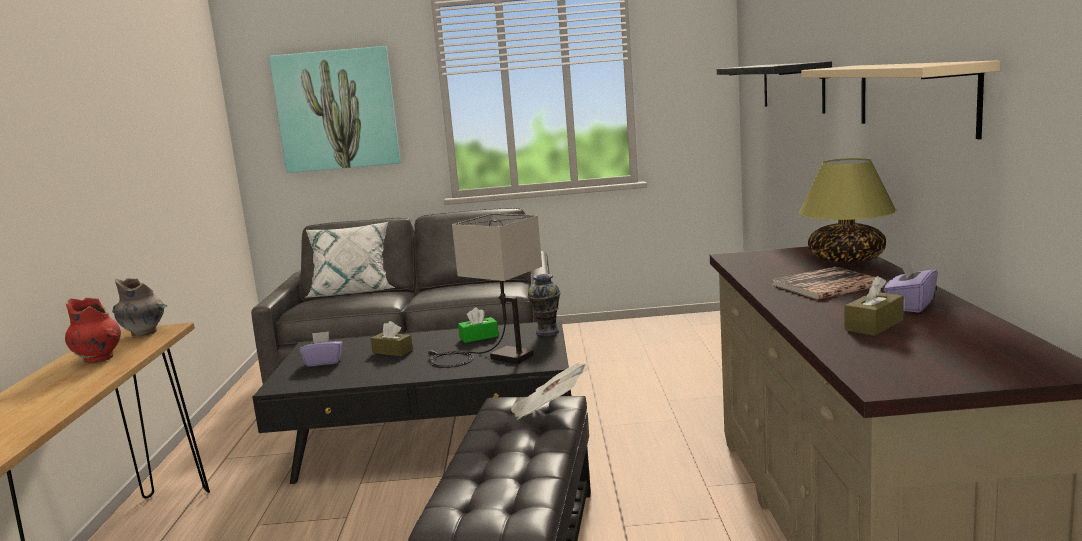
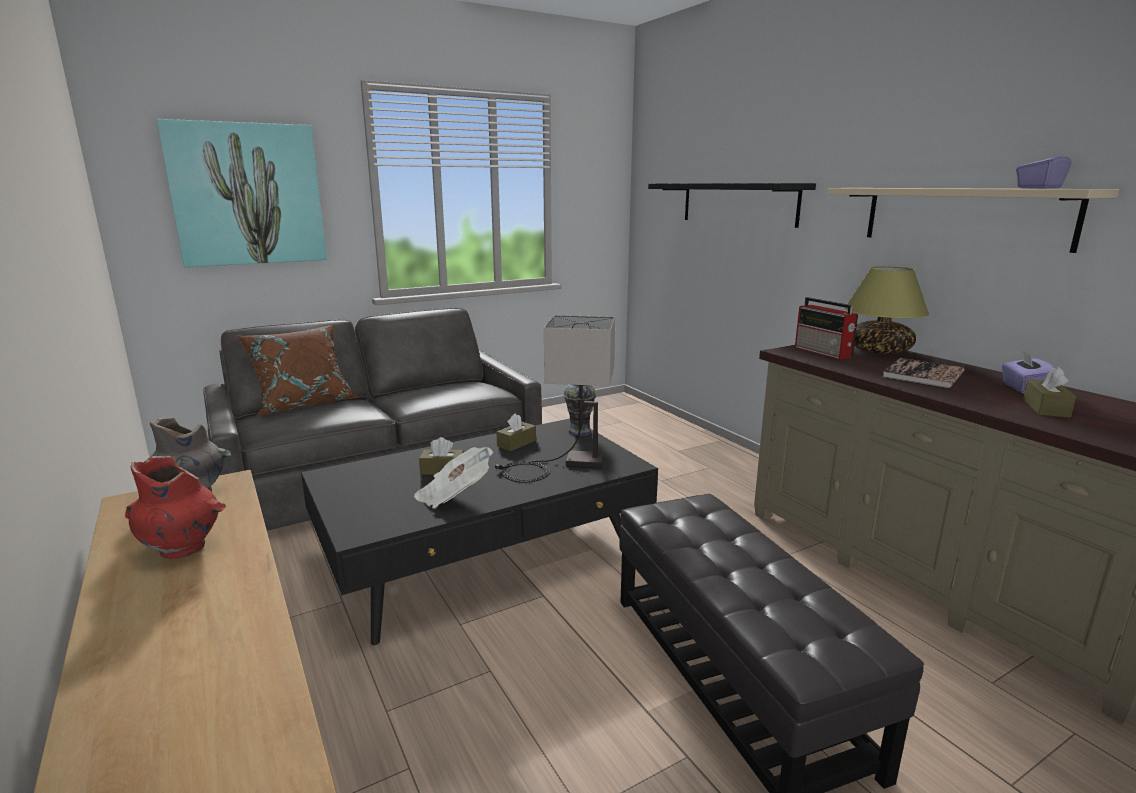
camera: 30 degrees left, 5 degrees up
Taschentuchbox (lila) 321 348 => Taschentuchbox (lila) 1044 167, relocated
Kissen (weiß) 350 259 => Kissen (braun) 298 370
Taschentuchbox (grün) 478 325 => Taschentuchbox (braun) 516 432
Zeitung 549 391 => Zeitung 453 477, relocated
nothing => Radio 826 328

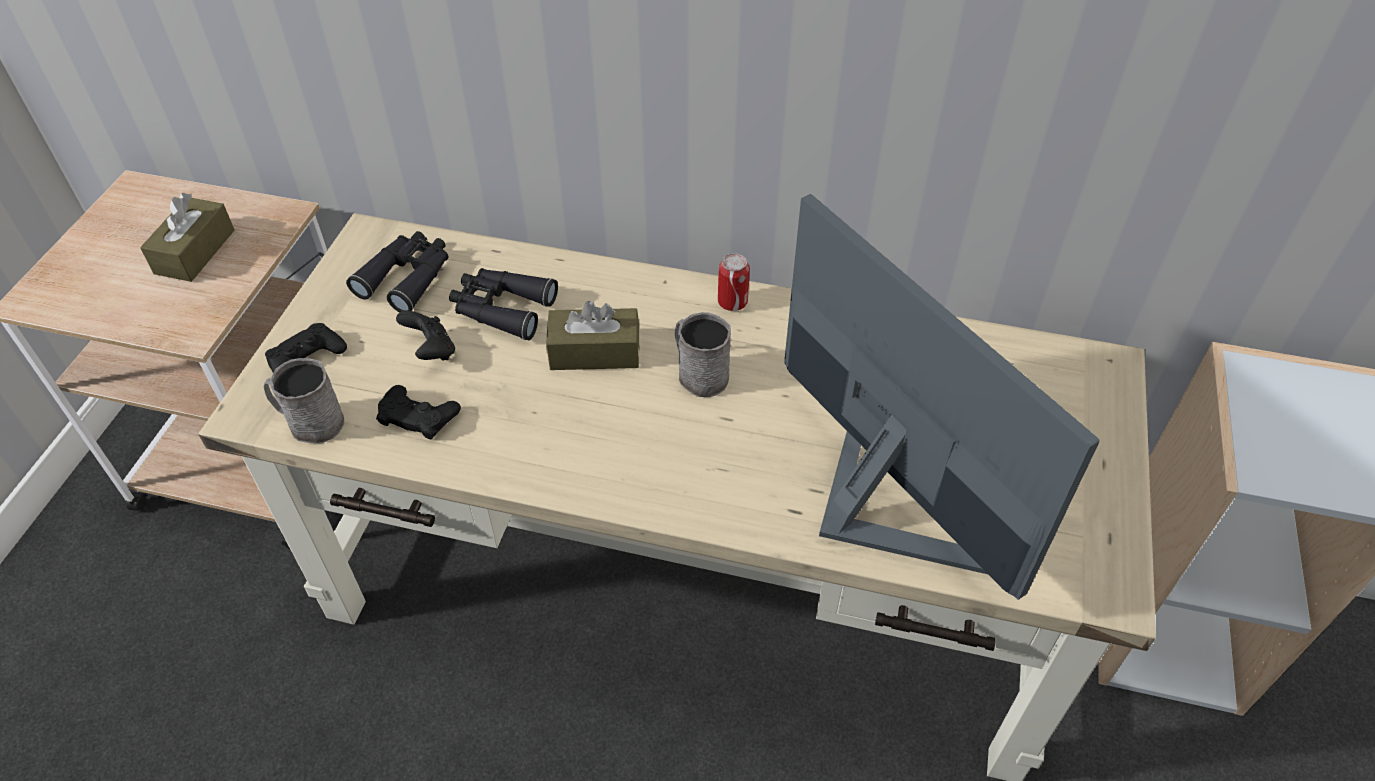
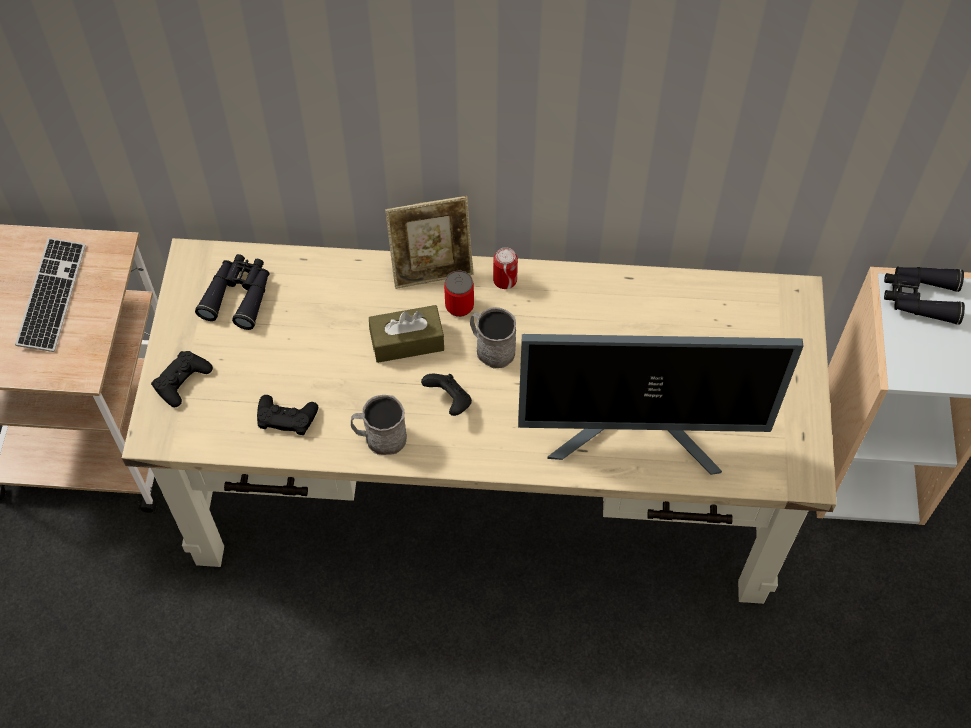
camera: 10 degrees left, 10 degrees up
Taschentuchbox (braun) 187 237 => Tastatur 50 295
Henkelbecher (grau) 304 400 => Henkelbecher (grau) 379 425, relocated
Gamepad (schwarz) 425 335 => Gamepad (schwarz) 446 395, relocated
Fernglas (schwarz) 503 304 => Fernglas (schwarz) 924 295, relocated
Monitor 942 397 => Monitor 660 404, 135 degrees clockwise
nothing => Bilderrahmen 429 242
nothing => Dose 459 293

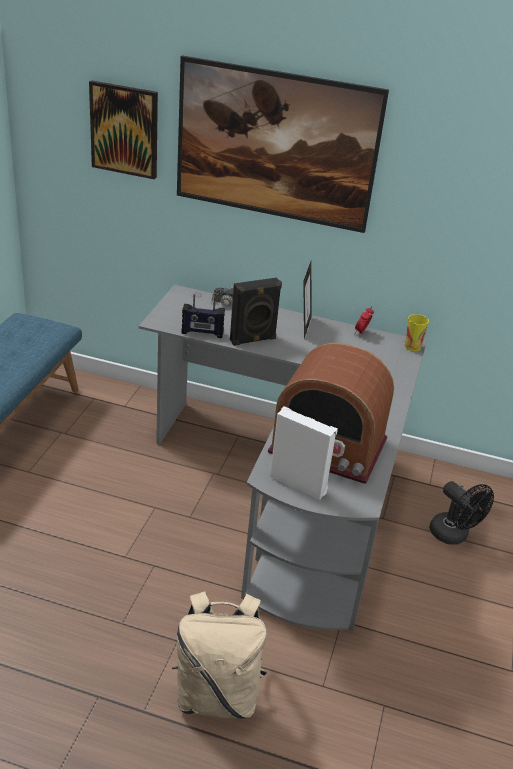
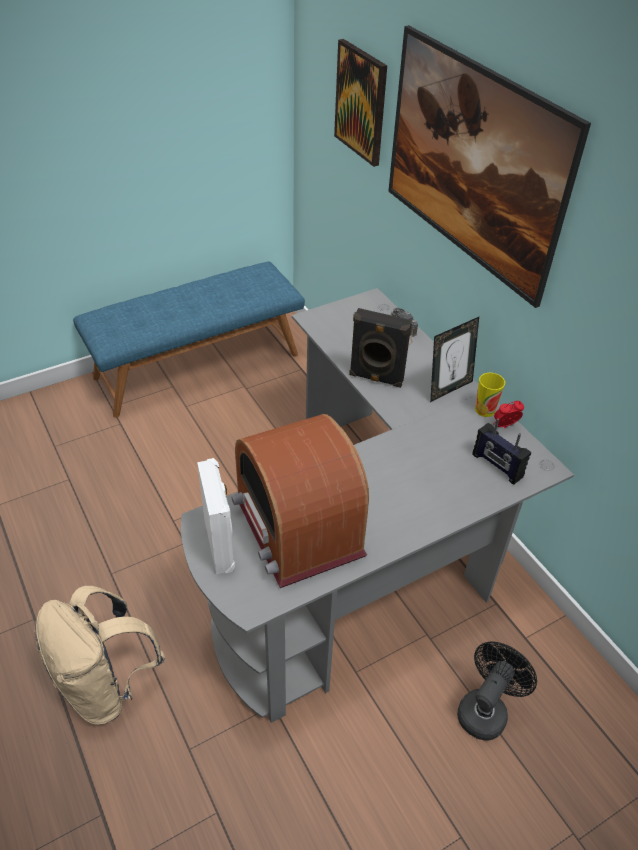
camera: 45 degrees right, 10 degrees up
Radio 203 316 => Radio 501 452, relocated
Tasse 417 332 => Tasse 490 395, relocated
Ventilator (schwarz) 461 513 => Ventilator (schwarz) 497 691, 150 degrees counterclockwise

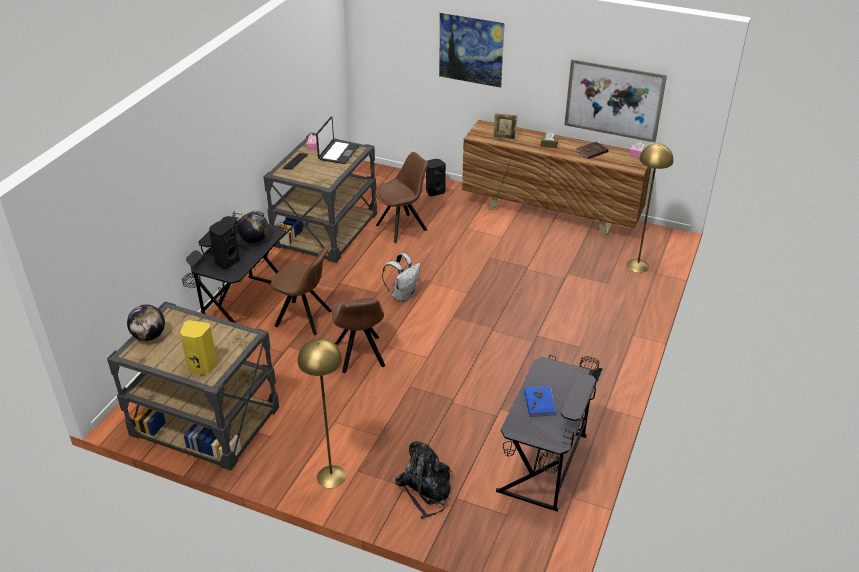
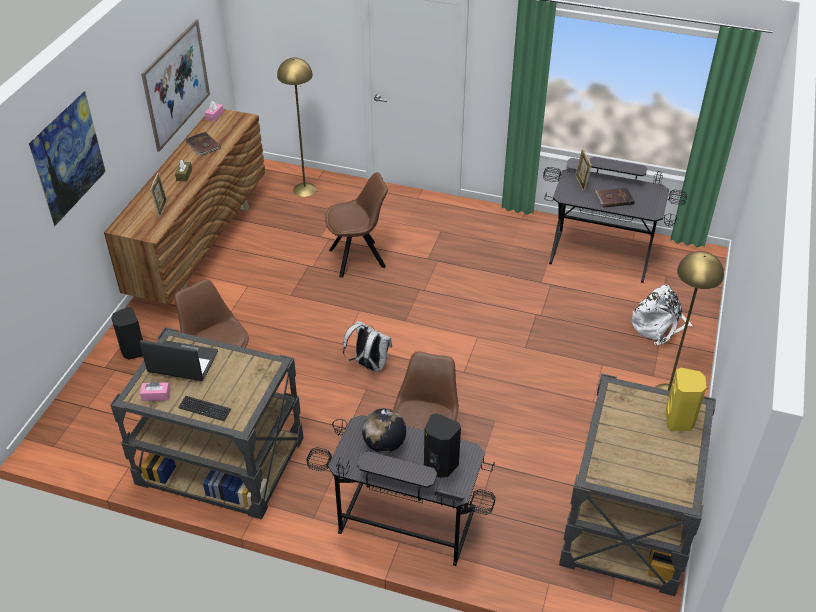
camera: 95 degrees left, 5 degrees up
Globus 146 323 => nothing
Stuhl (braun) 358 335 => Stuhl (braun) 356 225, relocated
Rucksack (schwarz) 424 480 => Rucksack (weiß) 662 315
Buch (blau) 540 401 => Buch (braun) 615 197
nothing => Bilderrahmen 583 170

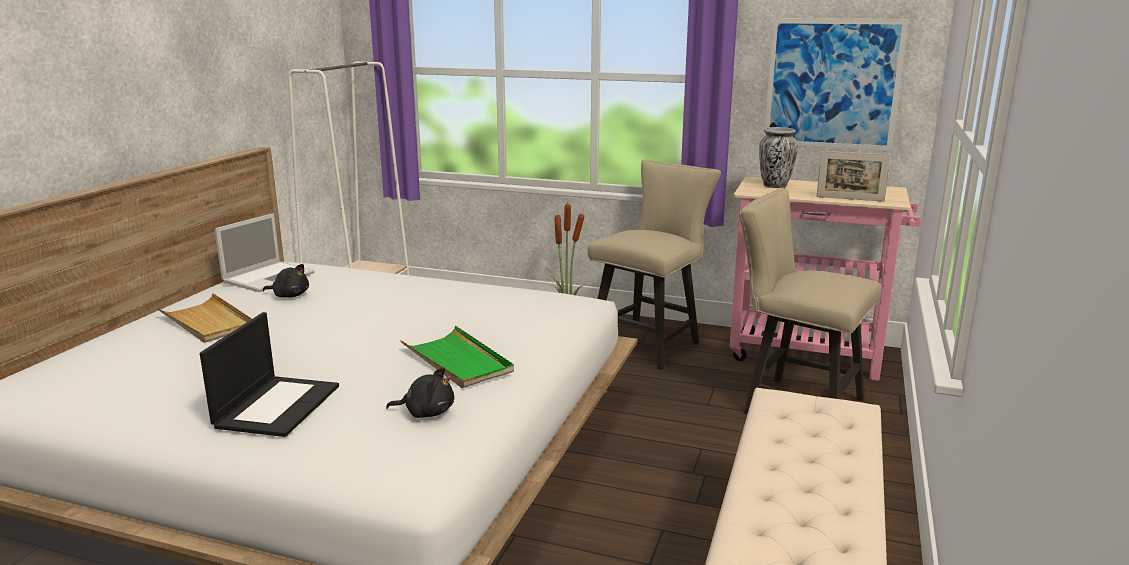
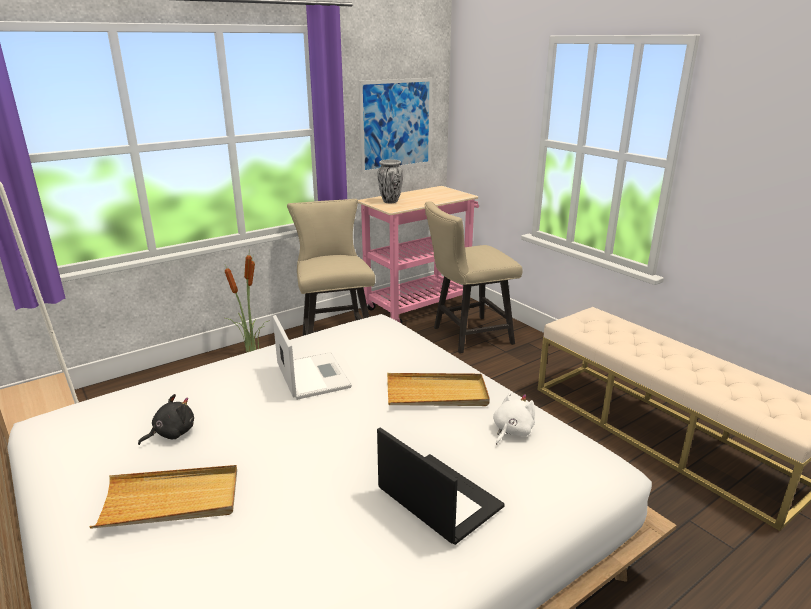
camera: 55 degrees left, 5 degrees up
Laptop 264 252 => Laptop 312 357, relocated
Plüschtier (schwarz) 420 393 => Plüschtier (weiß) 514 418
Tablett (grün) 457 357 => Tablett (beige) 438 389
Bilderrahmen 854 176 => nothing

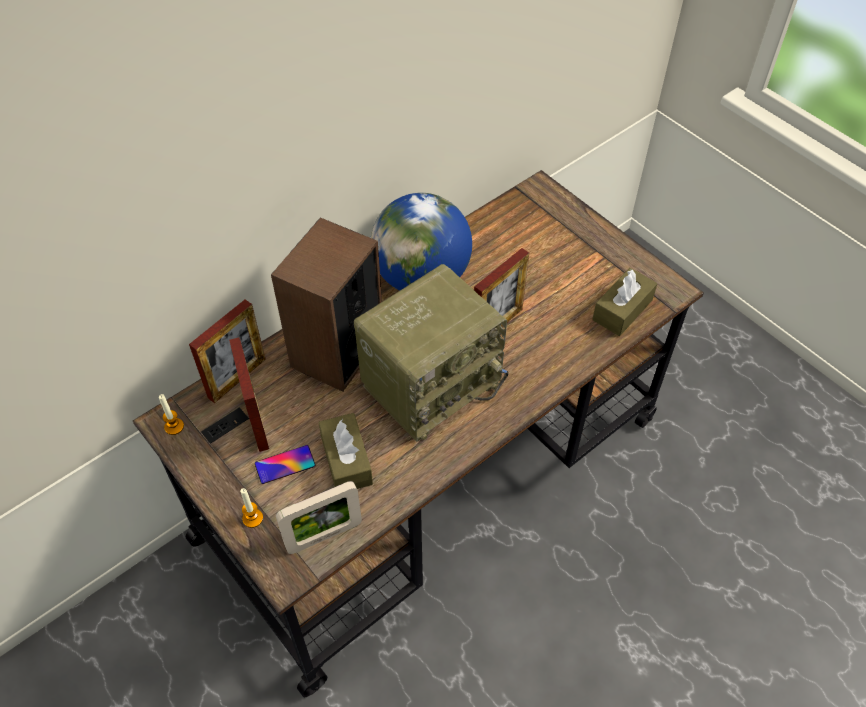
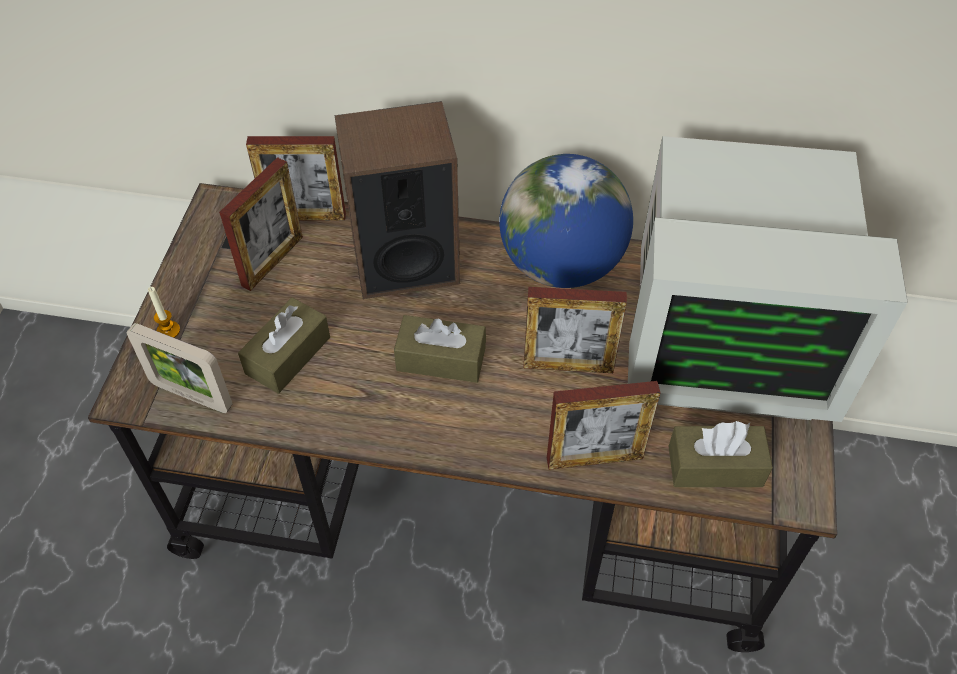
camera: 50 degrees right, 0 degrees up
Kerze 171 414 => nothing
Handy 285 464 => nothing
Radio 431 353 => Taschentuchbox (braun) 440 349
nothing => Bilderrahmen 603 425
nothing => Monitor 768 279

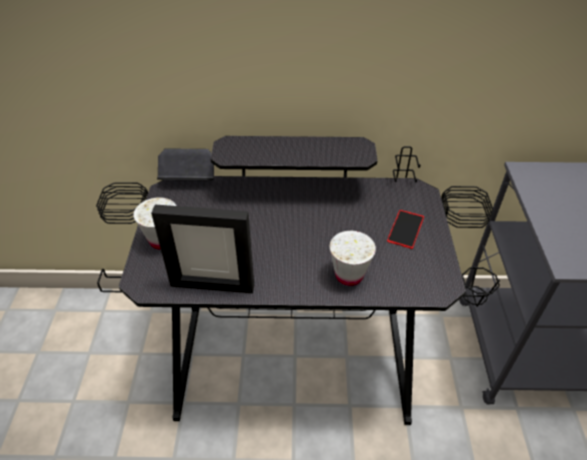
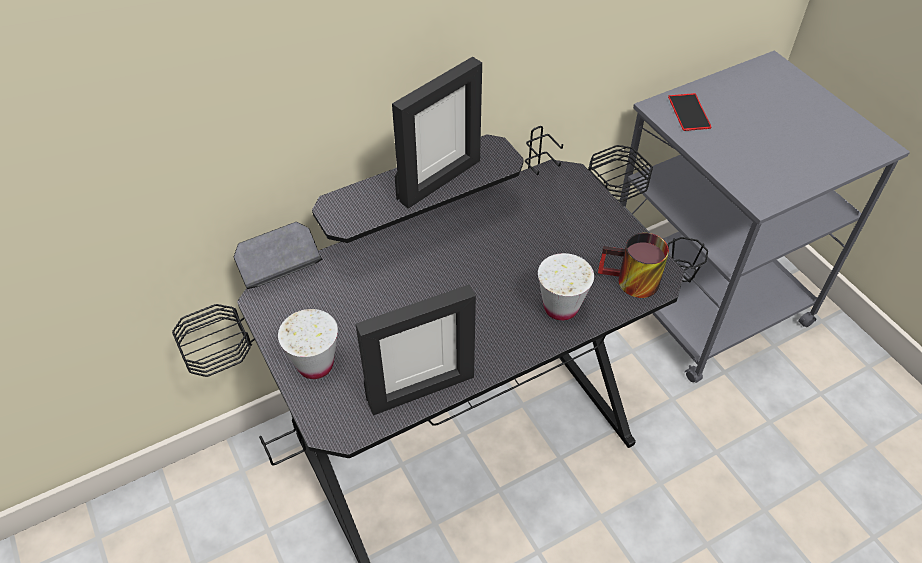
camera: 30 degrees left, 5 degrees up
Handy 405 229 => Handy 690 112, relocated
nothing => Bilderrahmen 437 133
nothing => Henkelbecher 633 265

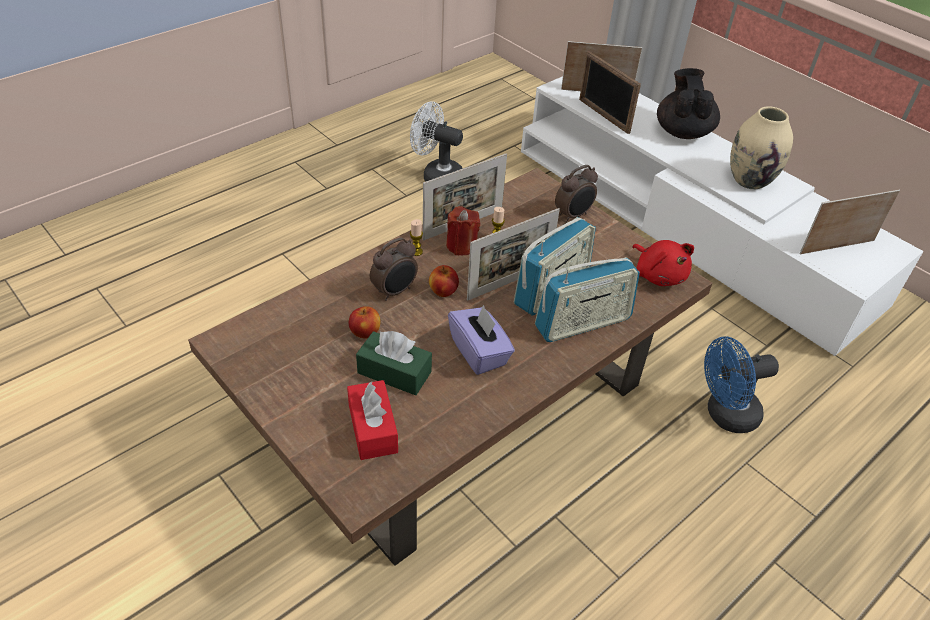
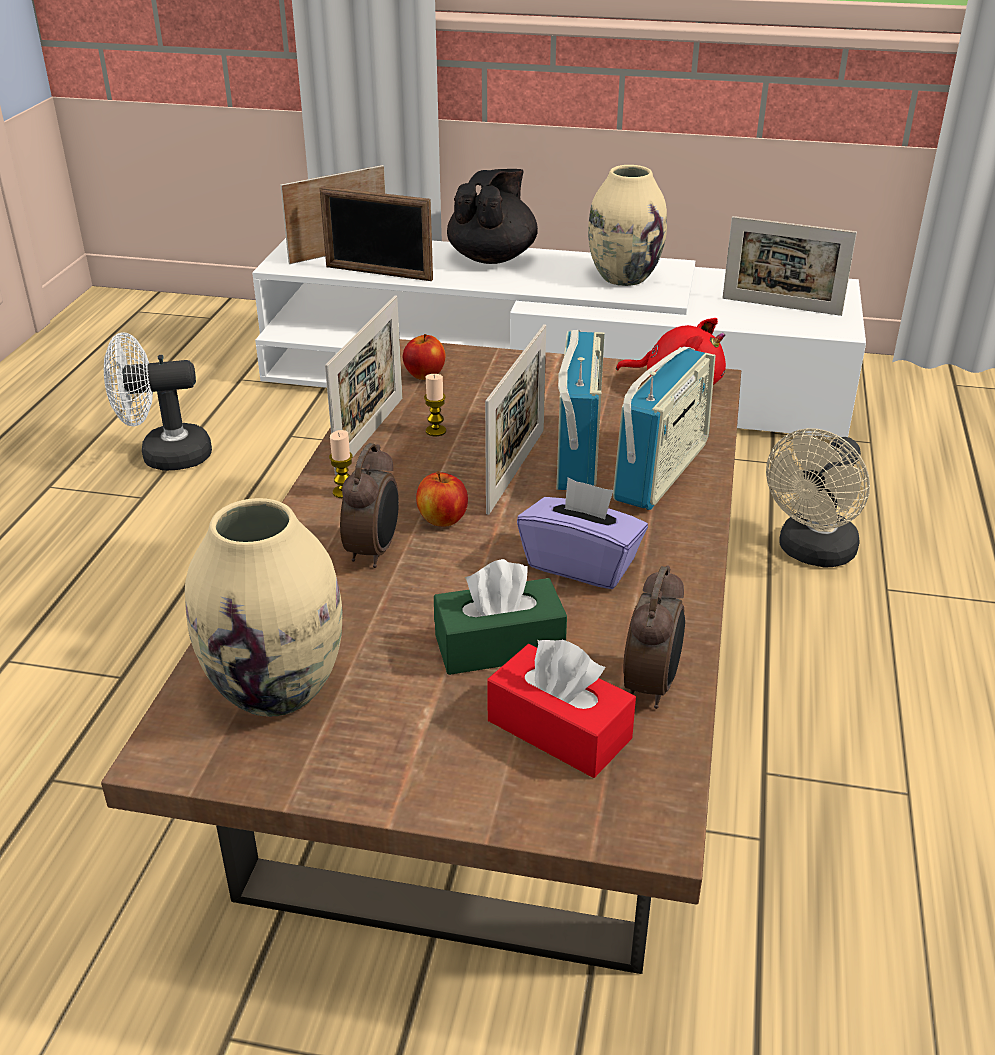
camera: 35 degrees left, 10 degrees down
Apfel 364 322 => Apfel 424 357, relocated
Kerze (rot) 463 230 => nothing
Wecker 576 193 => Wecker 654 637, relocated
Teekanne (schwarz) 688 103 => Teekanne (schwarz) 492 216, 60 degrees clockwise
Ventilator (blau) 741 384 => Ventilator (beige) 818 498
Bilderrahmen 849 222 => Bilderrahmen 790 266, 105 degrees counterclockwise
nothing => Vase (beige) 263 607

